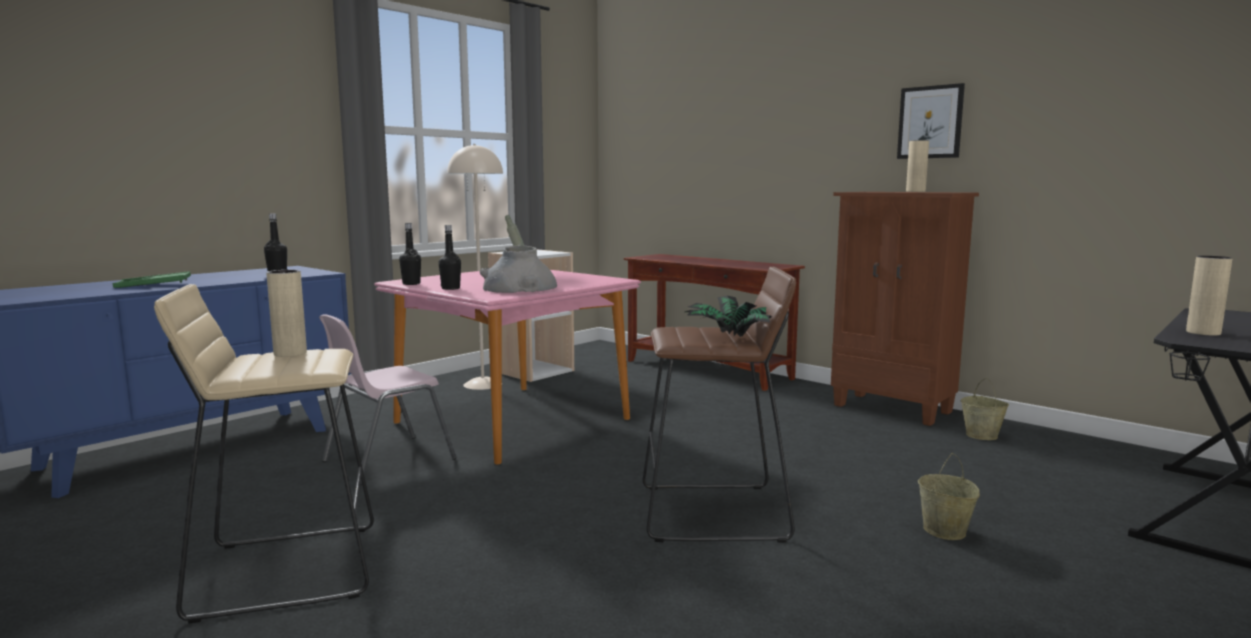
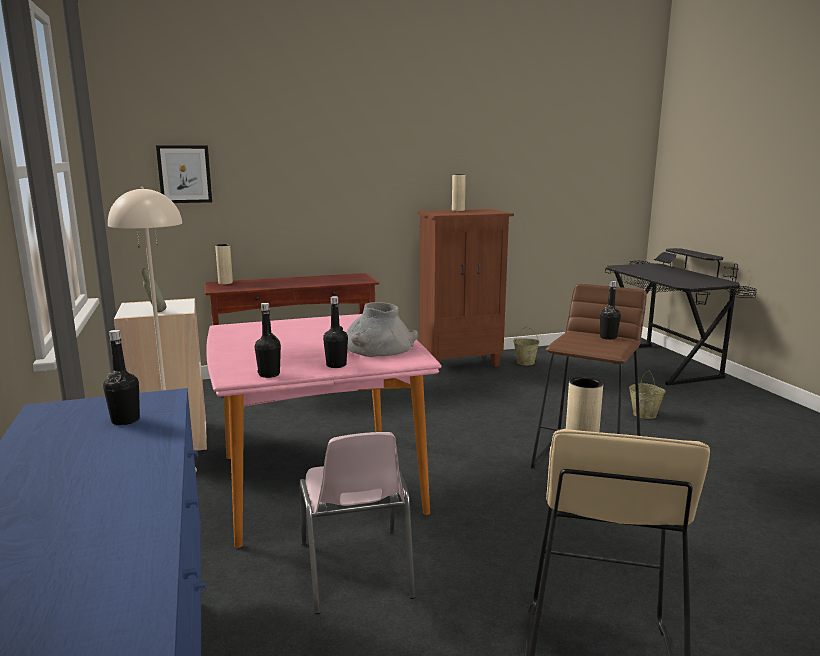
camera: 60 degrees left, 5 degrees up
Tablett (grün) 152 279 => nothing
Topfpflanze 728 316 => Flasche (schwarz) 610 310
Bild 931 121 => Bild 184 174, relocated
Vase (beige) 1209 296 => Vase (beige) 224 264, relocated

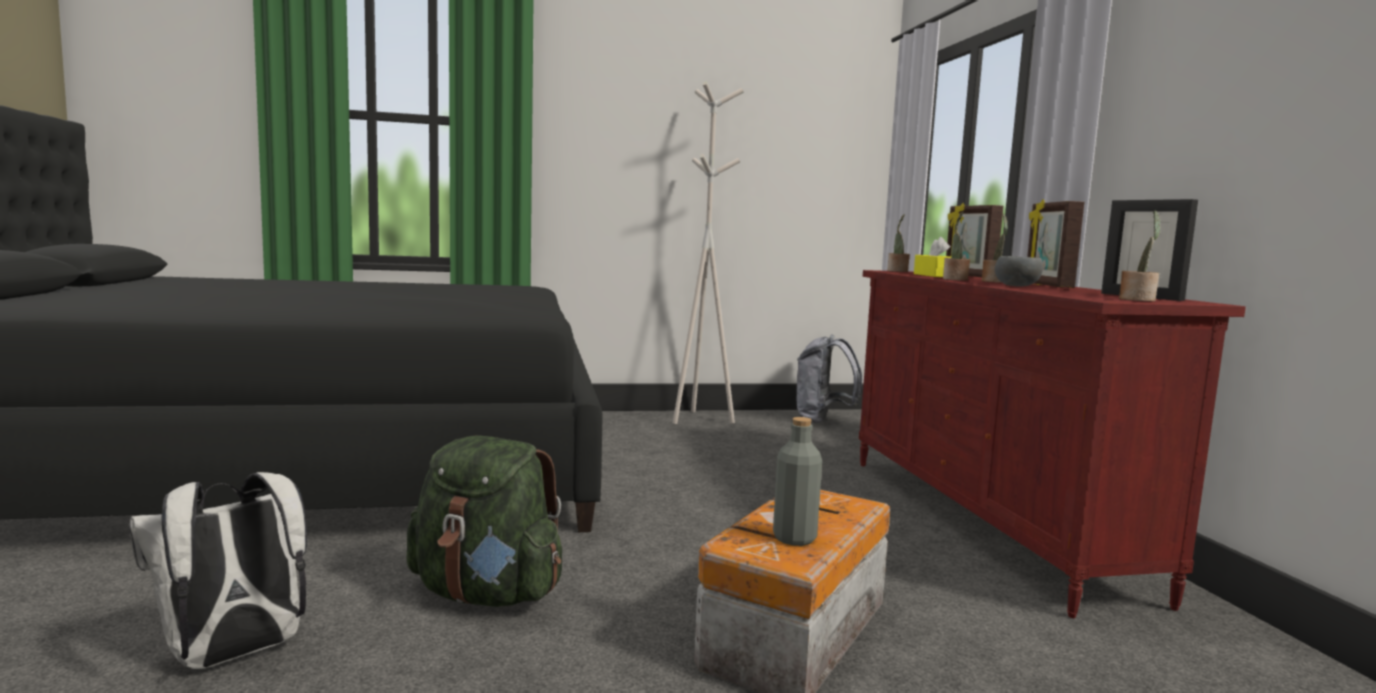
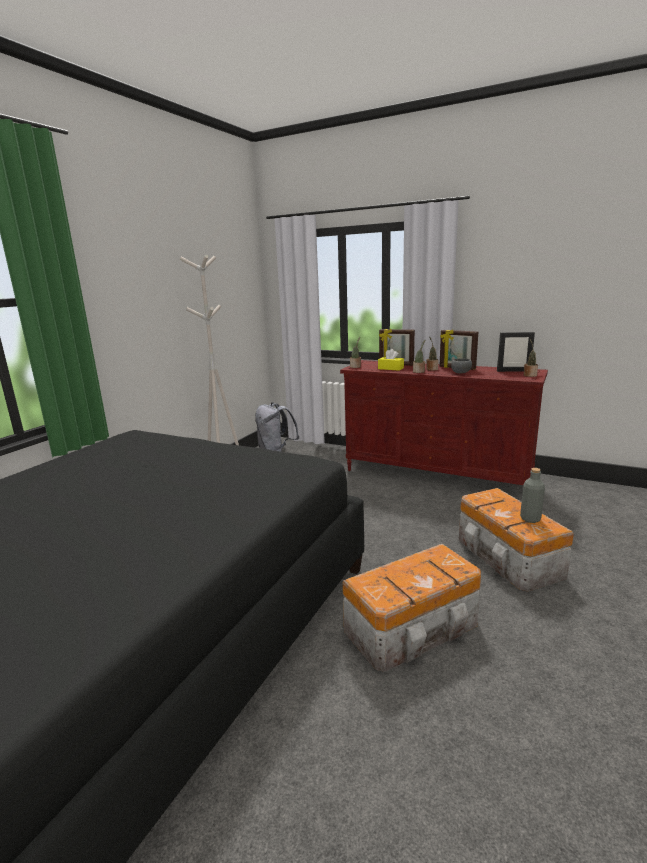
camera: 50 degrees left, 10 degrees up
Rucksack (weiß) 218 570 => nothing
Rucksack (grün) 484 521 => Aufbewahrungsbox 412 608

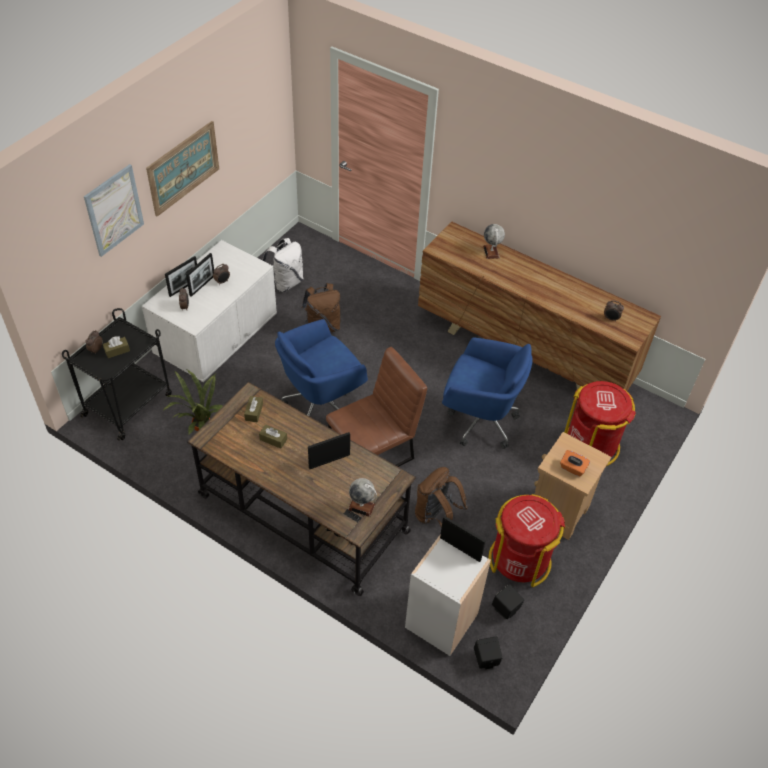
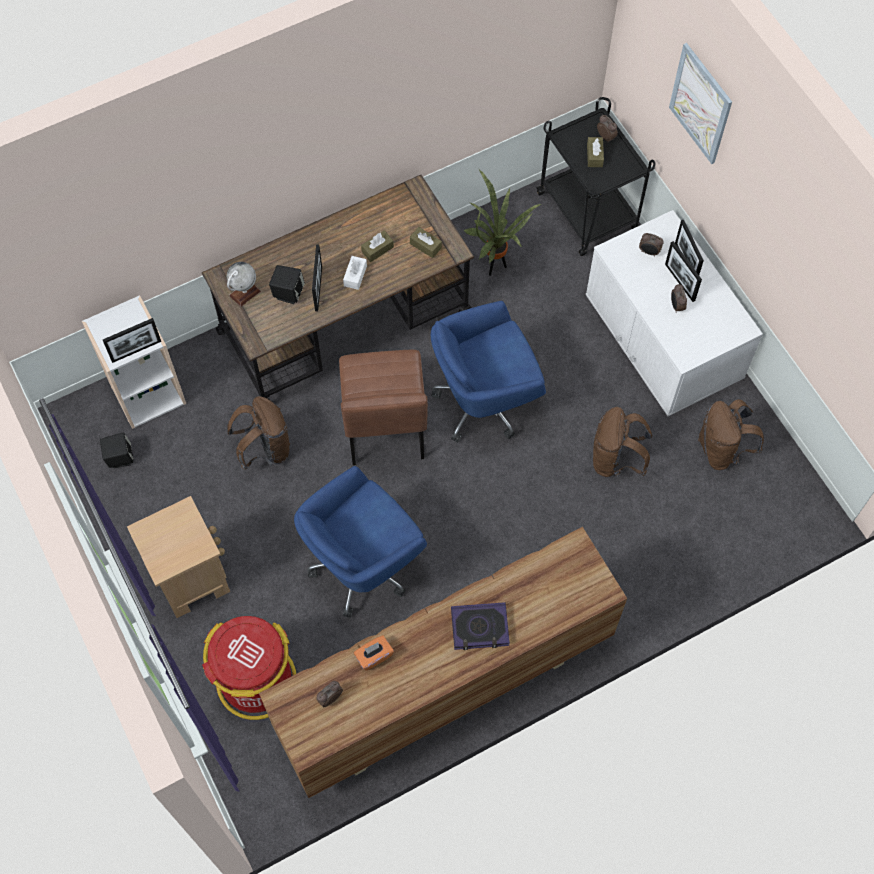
camera: 120 degrees right, 15 degrees up
Bild 182 169 => nothing
Rucksack (weiß) 282 265 => Rucksack (braun) 731 434
Bürostuhl (blau) 321 368 => Bürostuhl (blau) 488 372, 105 degrees counterclockwise
Lautsprecher (schwarz) 488 653 => Lautsprecher (schwarz) 287 284, relocated
Globus 494 241 => nothing
Mülleimer (rot) 527 540 => nothing
Taschentuchbox (orange) 575 463 => Taschentuchbox (orange) 374 653, relocated
nothing => Taschentuchbox (weiß) 355 273
nothing => Buch 480 626

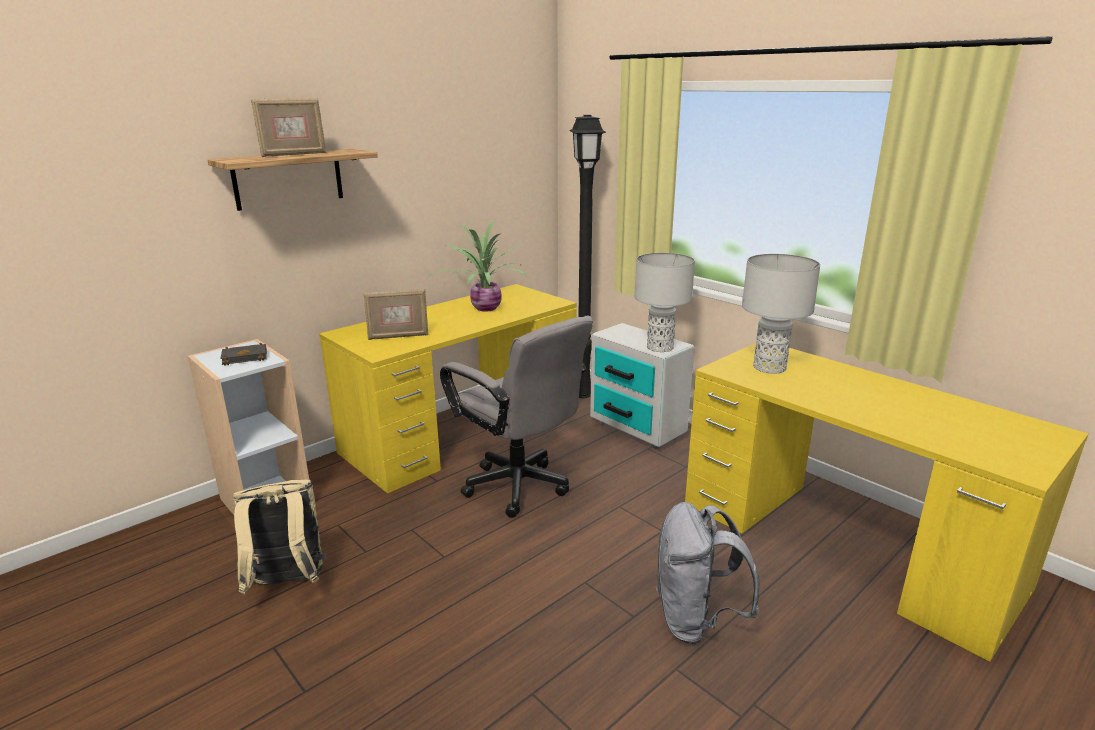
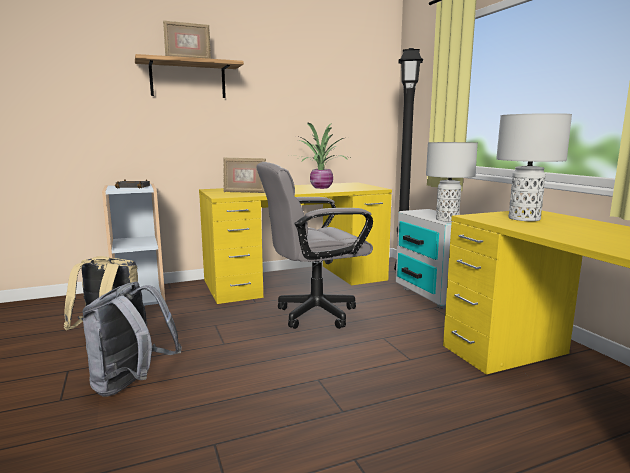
camera: 20 degrees right, 10 degrees down
Bürostuhl (grau) 516 416 => Bürostuhl (grau) 315 245, 90 degrees clockwise
Rucksack (grau) 707 573 => Rucksack (grau) 132 339, relocated

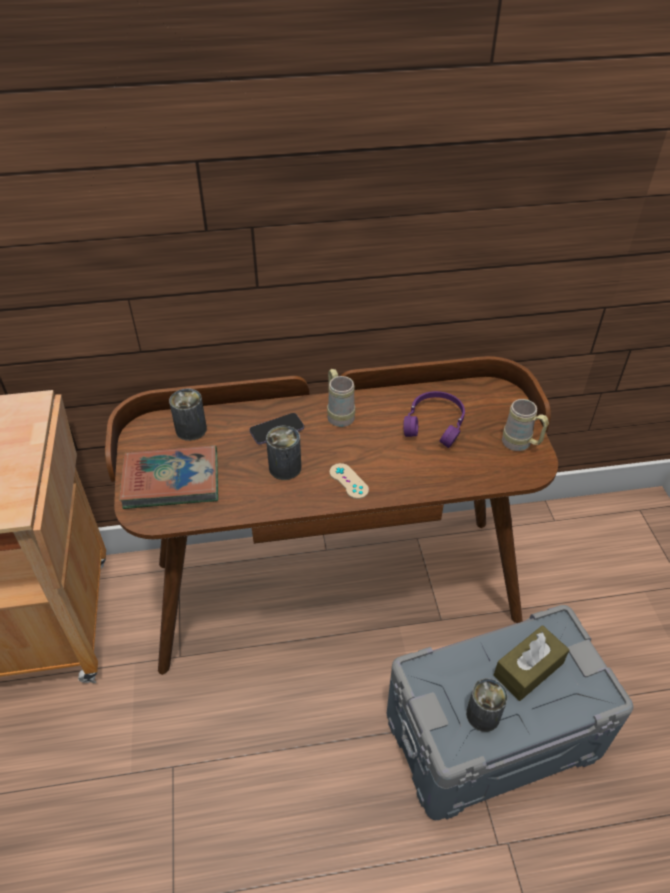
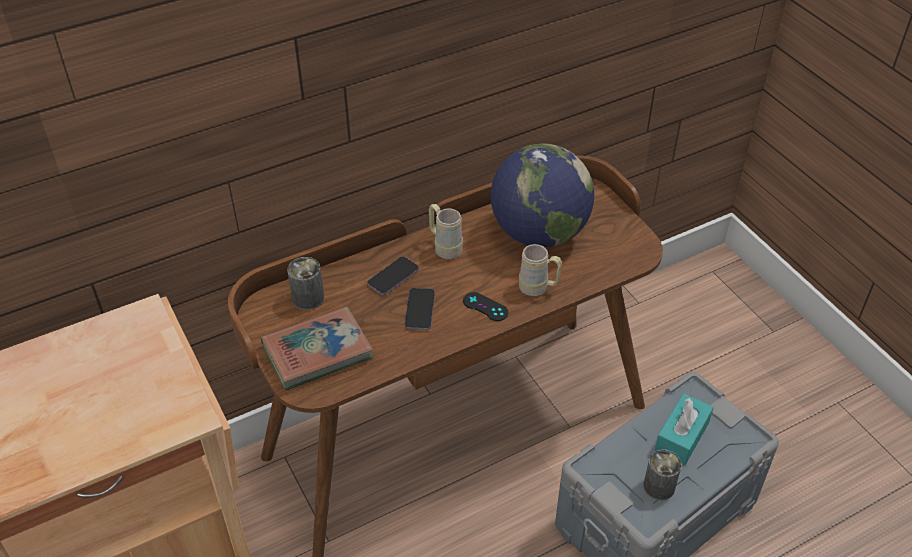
camera: 20 degrees left, 0 degrees up
Dose 283 453 => Handy 420 309
Gamepad (beige) 349 481 => Gamepad (schwarz) 485 306
Kopfhörer (lila) 434 419 => Globus 542 195
Taschentuchbox (braun) 531 663 => Taschentuchbox (türkis) 684 429
Henkelbecher (beige) 525 425 => Henkelbecher (beige) 540 270, relocated

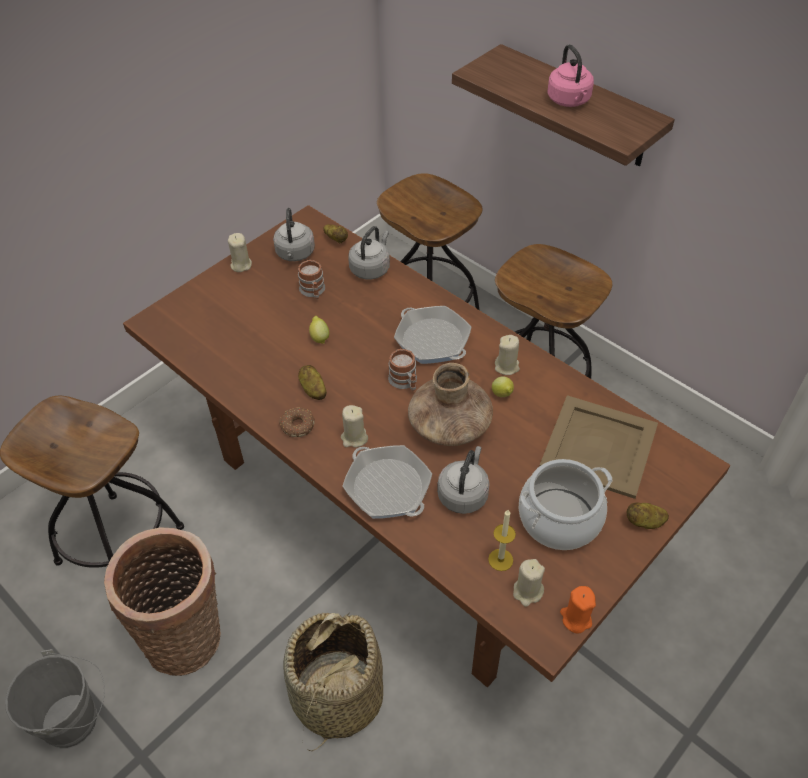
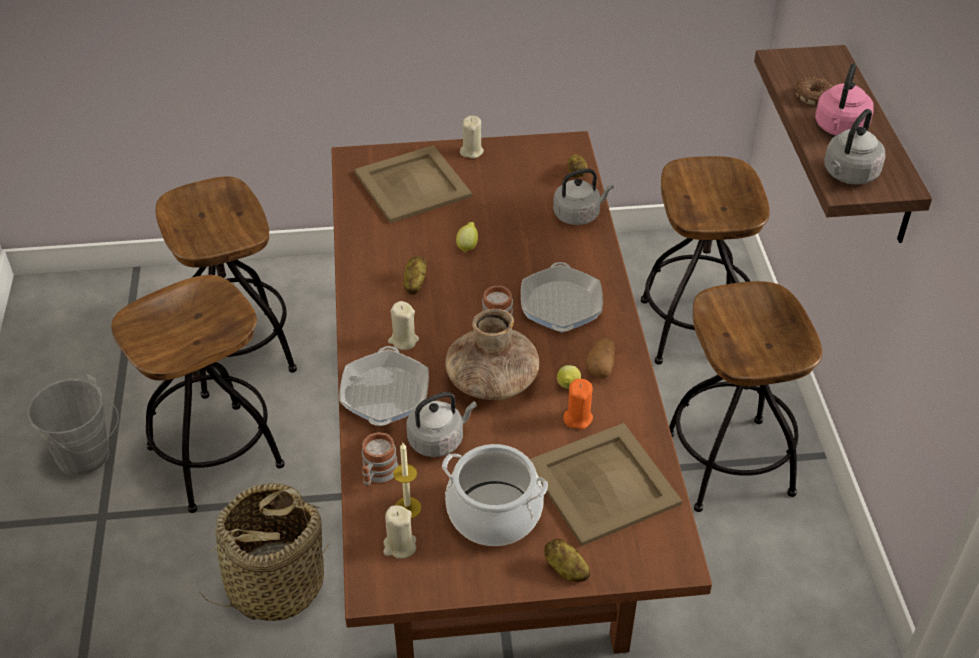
camera: 40 degrees right, 5 degrees down
Korb 162 601 => Hocker (braun) 198 394
Wasserkessel (grau) 294 234 => Wasserkessel (grau) 854 147, relocated
Donut 297 422 => Donut 814 91, relocated
Henkelbecher 311 279 => Henkelbecher 380 459, relocated
Kerze (beige) 507 355 => Kartoffel 600 358
Kerze (orange) 578 609 => Kerze (orange) 578 404, relocated
nothing => Tablett (beige) 413 184

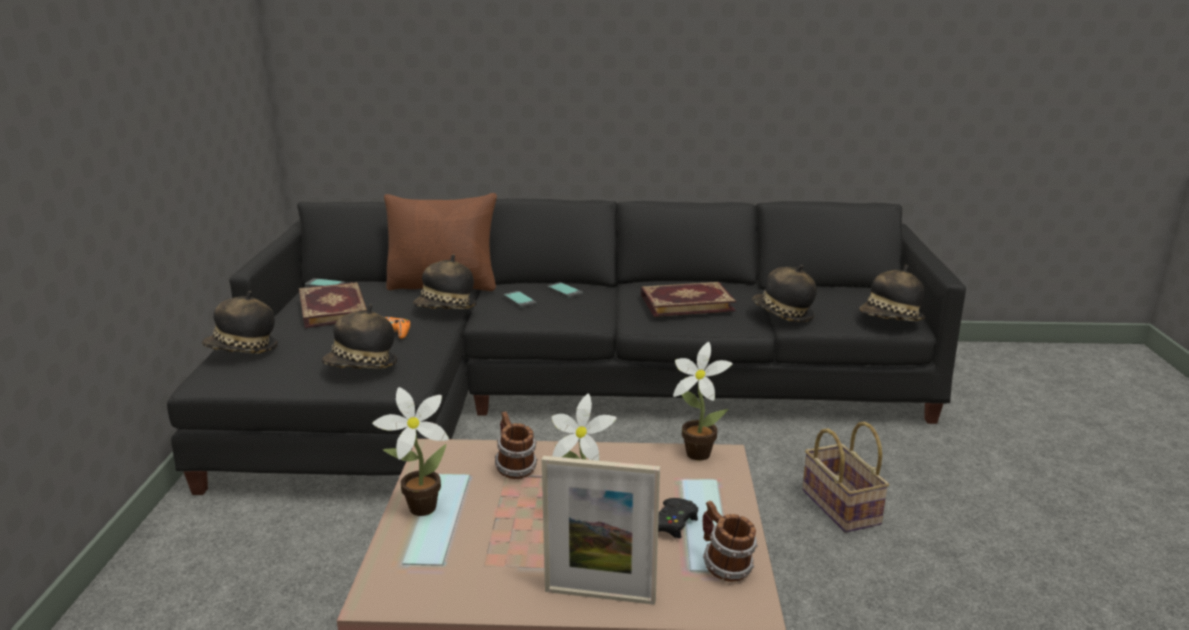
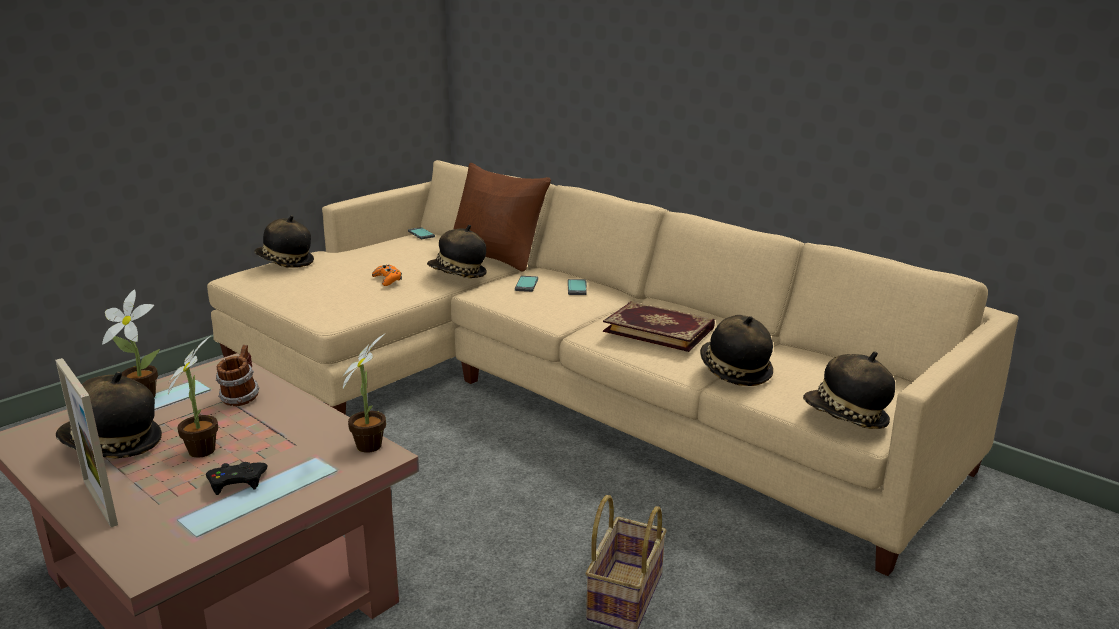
camera: 40 degrees right, 0 degrees up
Sofa (schwarz) 566 346 => Sofa (beige) 613 368
Buch 333 305 => nothing
Hut 359 336 => Hut 109 415, relocated
Henkelbecher 730 541 => nothing

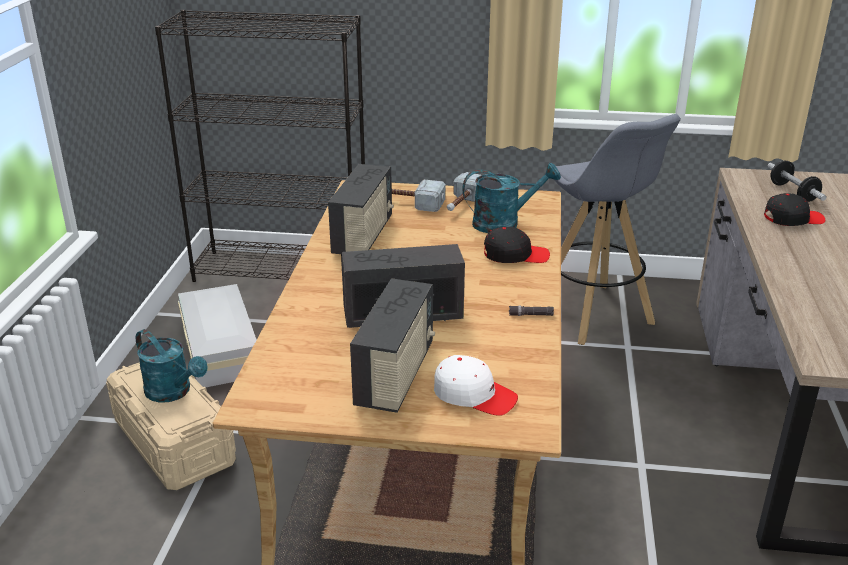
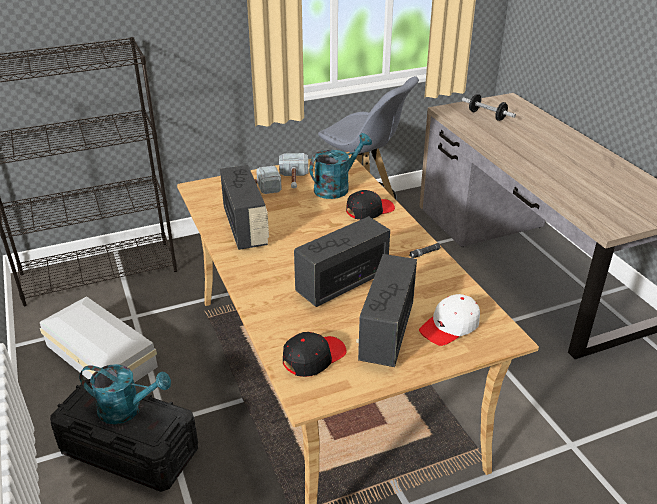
camera: 30 degrees left, 5 degrees up
Aufbewahrungsbox (beige) 171 426 => Aufbewahrungsbox (schwarz) 124 435
Radio 392 345 => Radio 386 310, 150 degrees counterclockwise
Kappe (weiß) 476 385 => Kappe (weiß) 449 320, 150 degrees clockwise
Kappe (schwarz) 794 209 => Kappe (schwarz) 315 354, relocated

